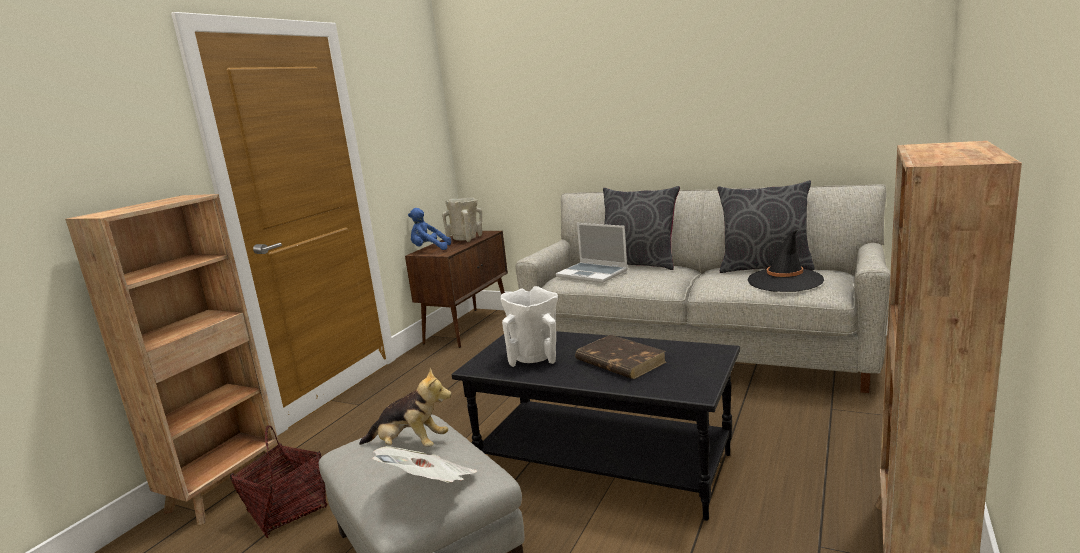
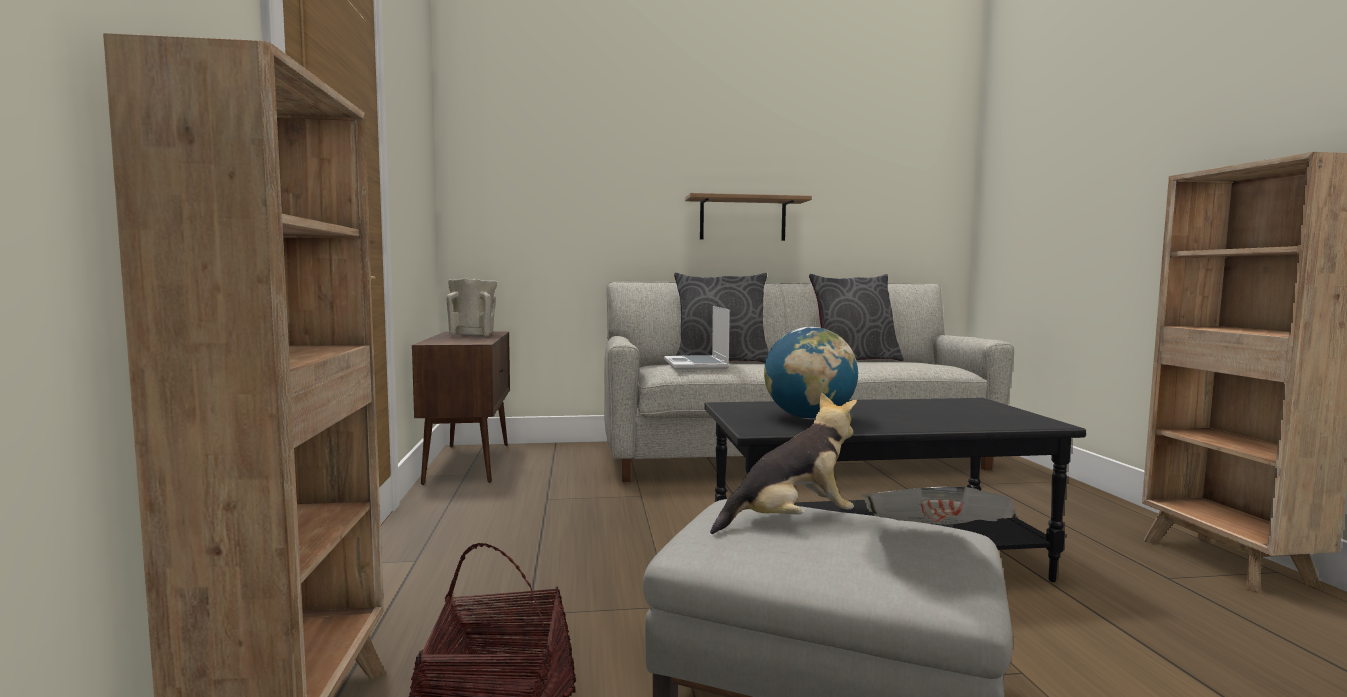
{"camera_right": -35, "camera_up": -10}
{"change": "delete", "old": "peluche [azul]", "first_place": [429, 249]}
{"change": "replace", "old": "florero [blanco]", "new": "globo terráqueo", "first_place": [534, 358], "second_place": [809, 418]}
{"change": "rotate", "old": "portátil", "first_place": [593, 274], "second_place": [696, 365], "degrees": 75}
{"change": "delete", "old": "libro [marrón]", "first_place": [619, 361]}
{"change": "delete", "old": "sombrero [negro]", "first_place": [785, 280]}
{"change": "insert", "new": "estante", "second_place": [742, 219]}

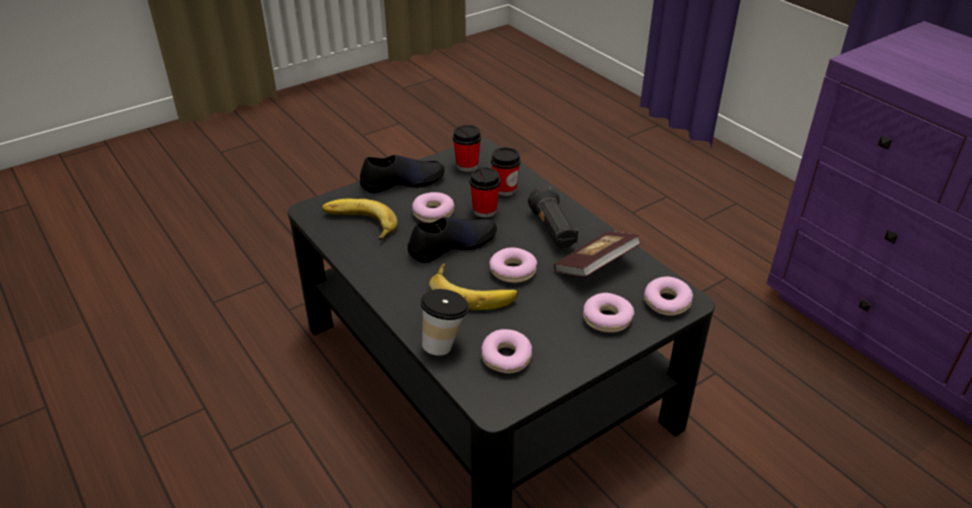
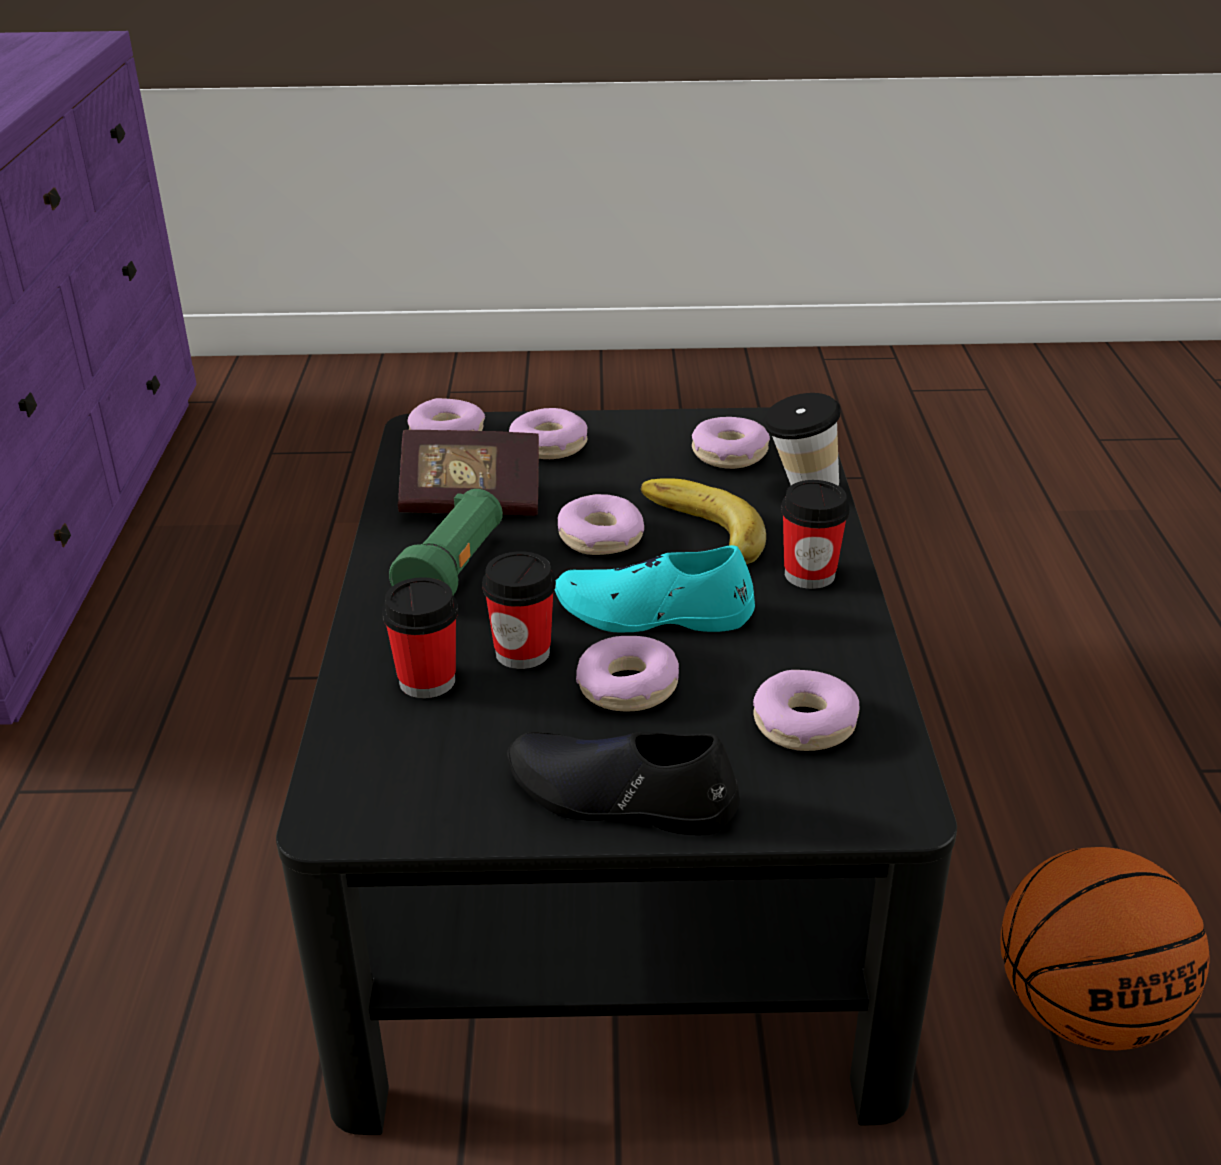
{"camera_right": -145, "camera_up": -5}
{"change": "replace", "old": "plátano", "new": "rosquilla", "first_place": [358, 225], "second_place": [805, 724]}
{"change": "recolor", "old": "zapato [negro]", "new": "zapato [turquesa]", "first_place": [452, 245], "second_place": [653, 613]}
{"change": "move", "old": "taza", "first_place": [467, 165], "second_place": [809, 574]}
{"change": "recolor", "old": "linterna [negro]", "new": "linterna [verde]", "first_place": [553, 230], "second_place": [454, 571]}
{"change": "insert", "new": "balón de baloncesto", "second_place": [1085, 1012]}

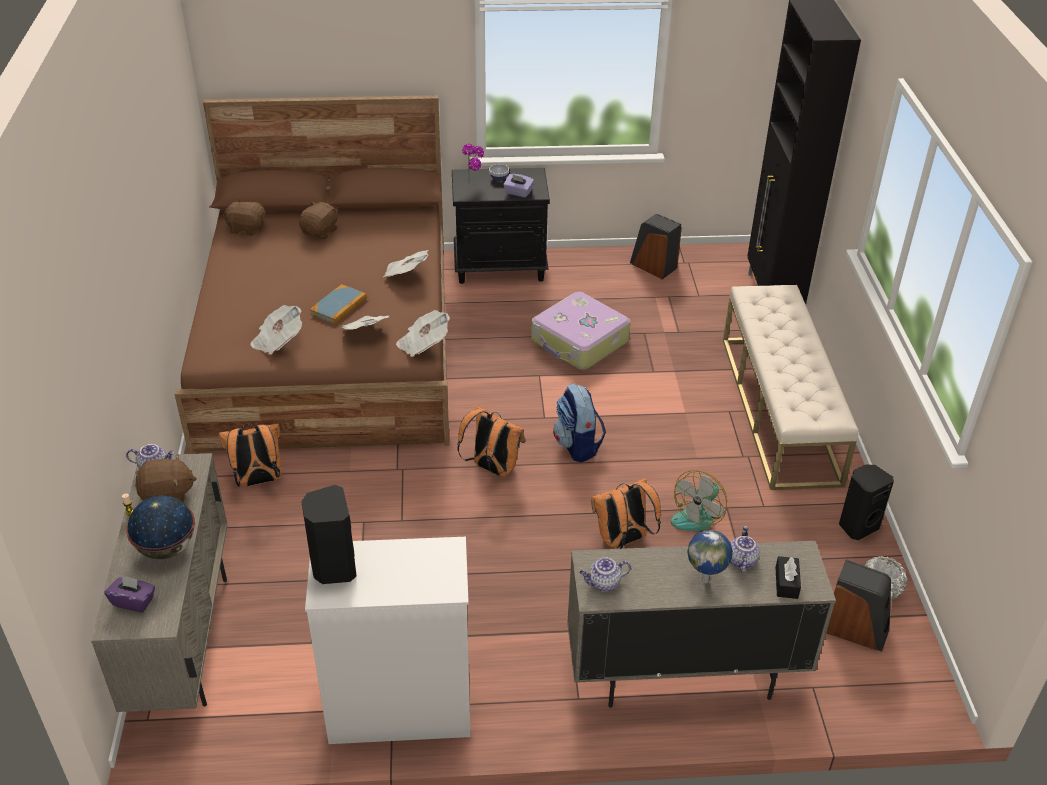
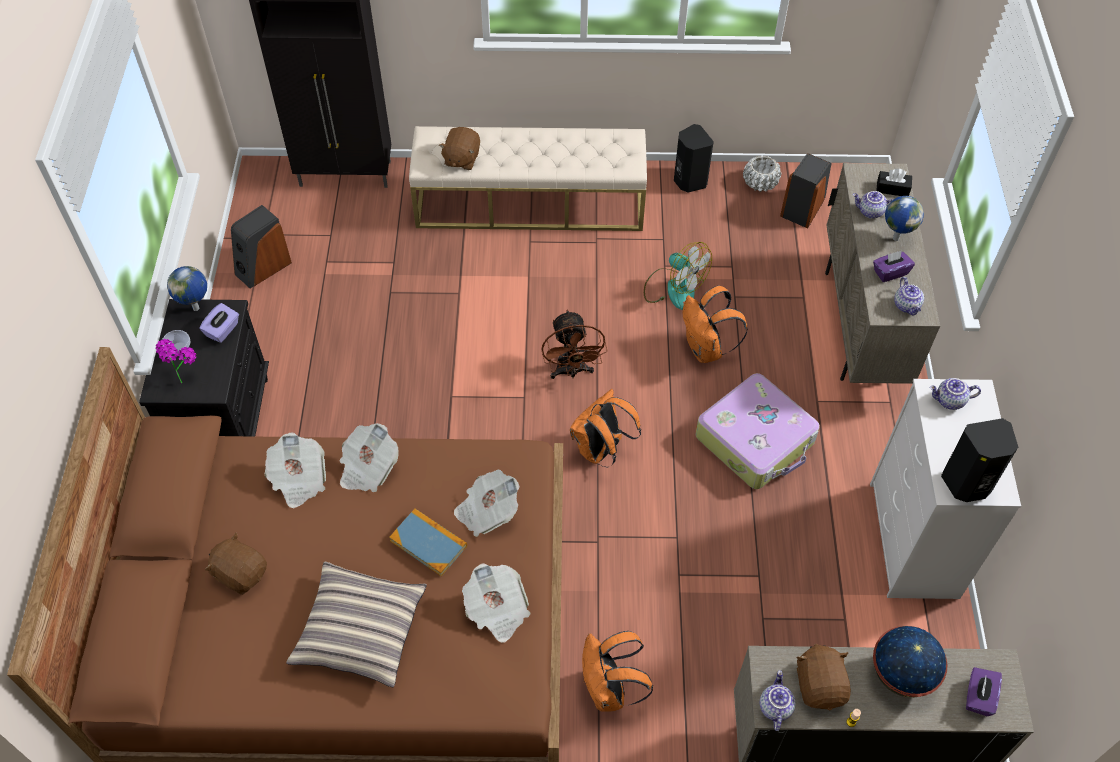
{"camera_right": -85, "camera_up": 15}
{"change": "move", "old": "peluche [marrón]", "first_place": [247, 228], "second_place": [461, 159]}
{"change": "move", "old": "periódico", "first_place": [423, 344], "second_place": [298, 479]}
{"change": "move", "old": "maleta", "first_place": [579, 342], "second_place": [756, 440]}
{"change": "replace", "old": "mochila", "new": "ventilador [marrón]", "first_place": [577, 445], "second_place": [571, 371]}
{"change": "insert", "new": "globo terráqueo", "second_place": [197, 308]}
{"change": "insert", "new": "cojín", "second_place": [360, 629]}
{"change": "insert", "new": "caja de pañuelos [morado]", "second_place": [890, 272]}
{"change": "insert", "new": "tetera", "second_place": [949, 401]}

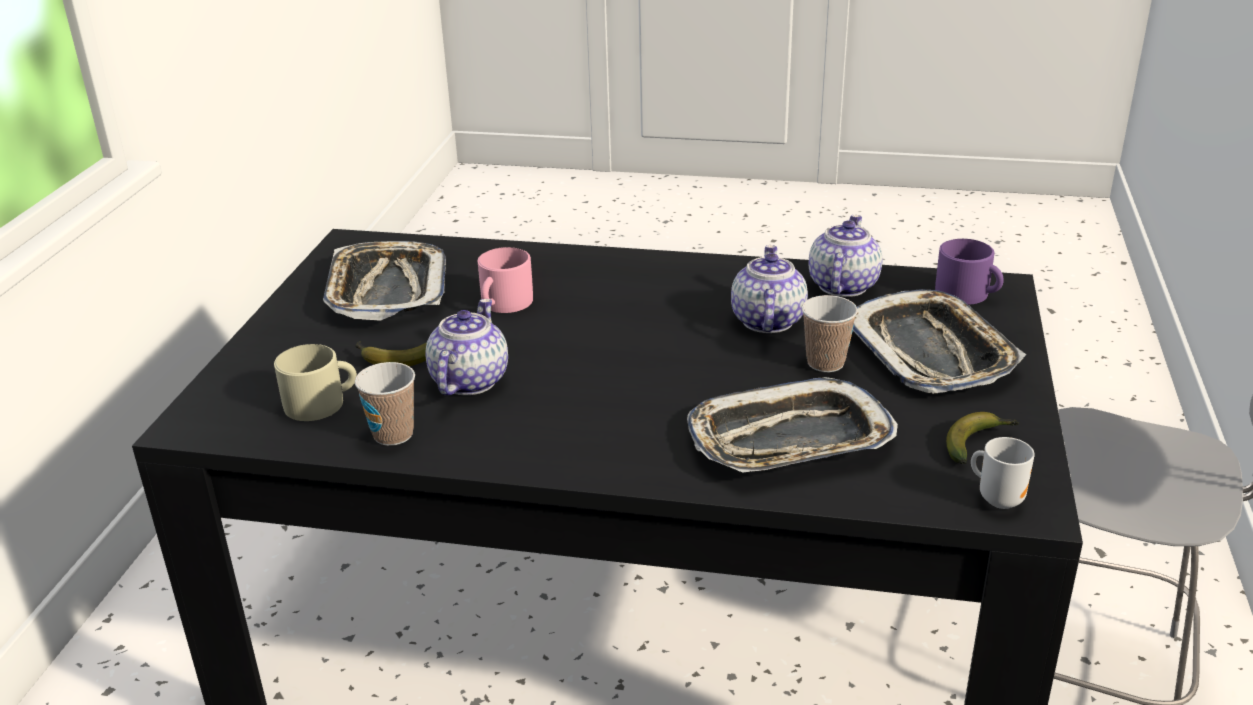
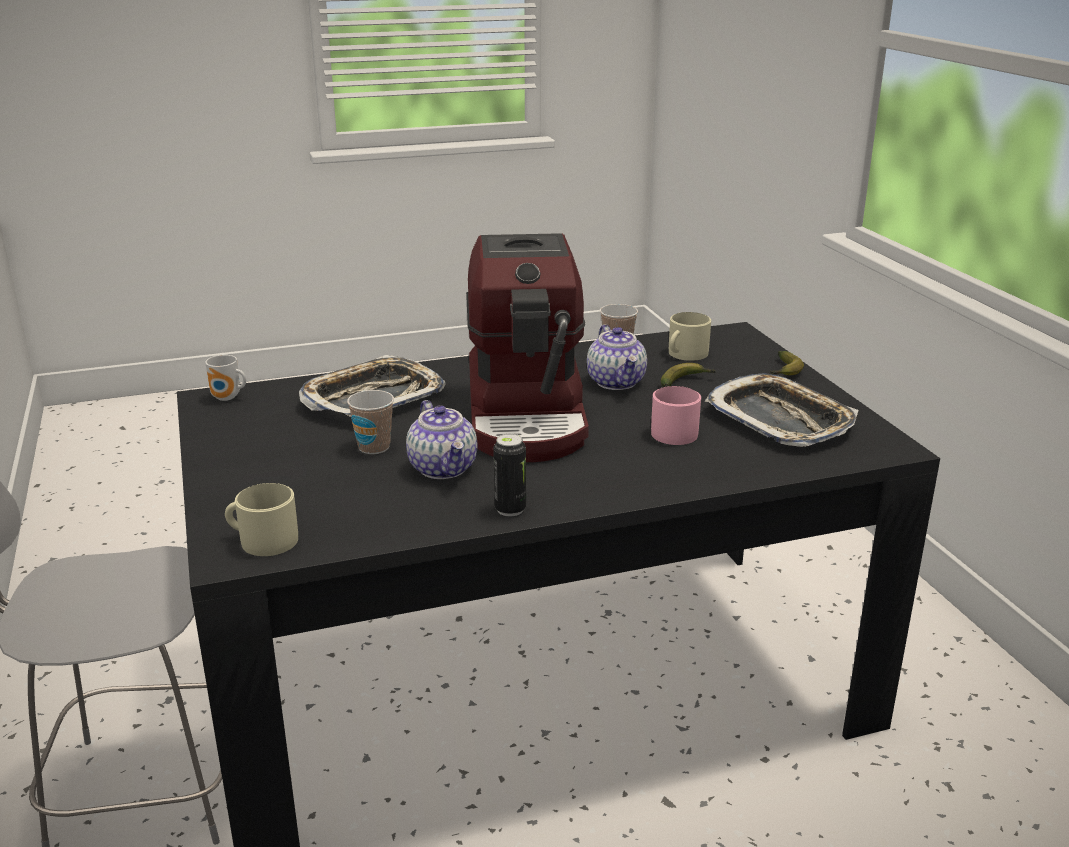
{"camera_right": 150, "camera_up": -5}
{"change": "delete", "old": "tetera", "first_place": [842, 285]}
{"change": "delete", "old": "bandeja", "first_place": [931, 352]}
{"change": "recolor", "old": "taza grande [morado]", "new": "taza grande [beis]", "first_place": [968, 294], "second_place": [262, 540]}
{"change": "move", "old": "plátano", "first_place": [978, 443], "second_place": [784, 371]}
{"change": "insert", "new": "cafetera", "second_place": [528, 417]}
{"change": "insert", "new": "lata", "second_place": [510, 509]}

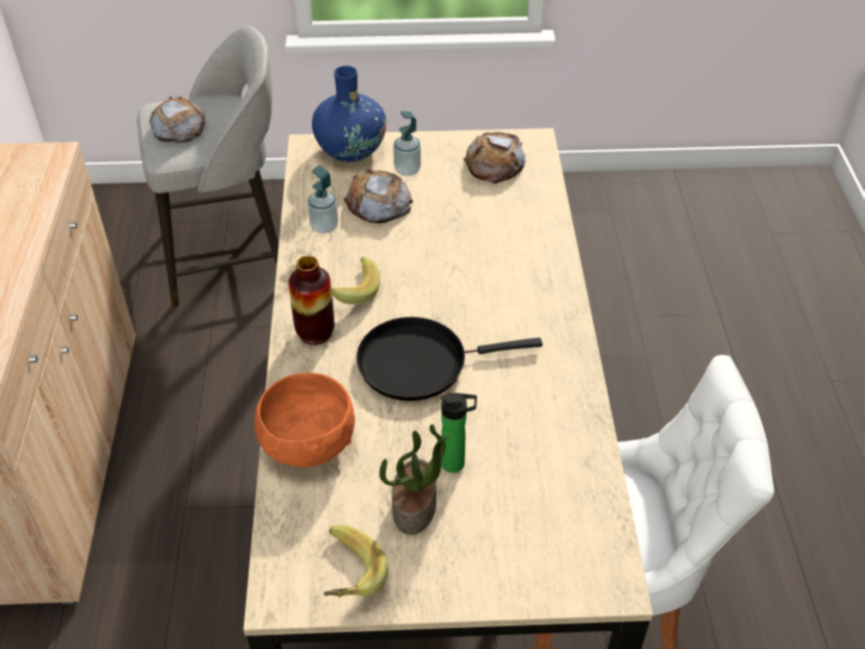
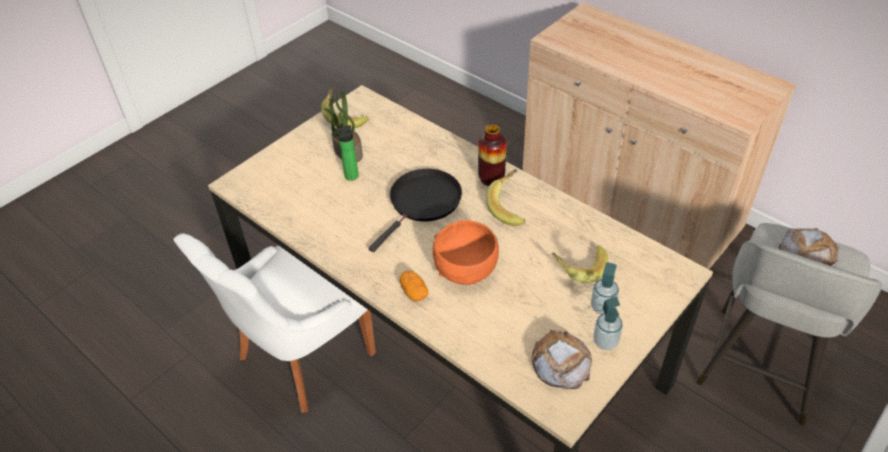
{"camera_right": 135, "camera_up": 0}
{"change": "move", "old": "cuenco [naranja]", "first_place": [307, 444], "second_place": [466, 269]}
{"change": "move", "old": "dispensador de jabón", "first_place": [324, 227], "second_place": [605, 341]}
{"change": "delete", "old": "florero [azul]", "first_place": [351, 150]}
{"change": "replace", "old": "pan", "new": "plátano", "first_place": [378, 203], "second_place": [578, 268]}
{"change": "insert", "new": "patata", "second_place": [414, 292]}

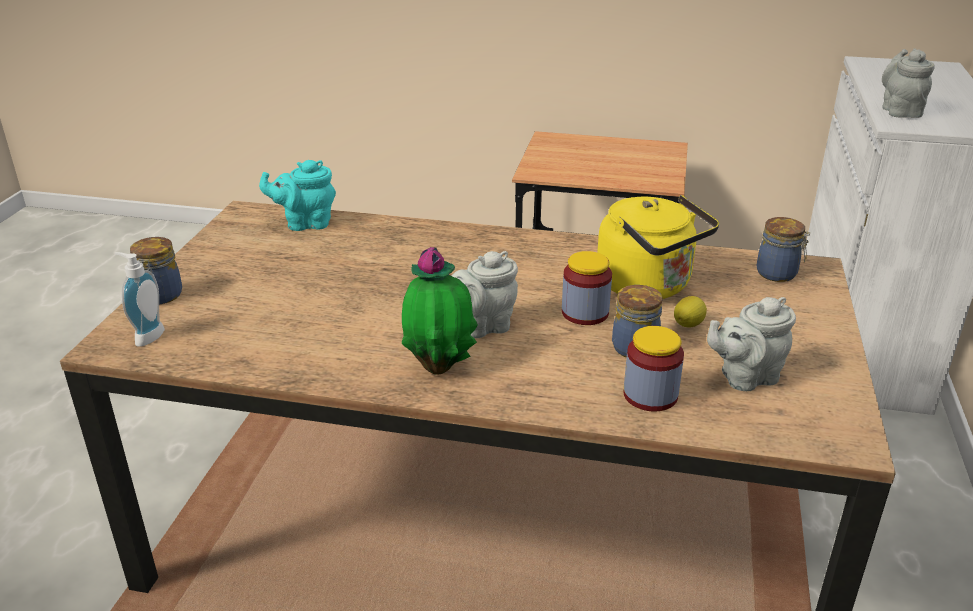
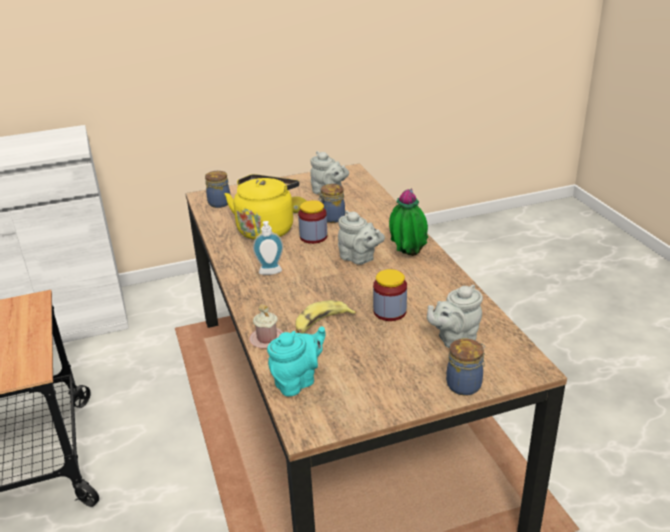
{"camera_right": -120, "camera_up": 0}
{"change": "move", "old": "dispensador de jabón", "first_place": [146, 336], "second_place": [270, 273]}
{"change": "rotate", "old": "tetera [turquesa]", "first_place": [305, 223], "second_place": [297, 381], "degrees": -90}
{"change": "move", "old": "tarro", "first_place": [650, 395], "second_place": [390, 312]}
{"change": "move", "old": "tetera [gris]", "first_place": [900, 111], "second_place": [454, 339]}
{"change": "insert", "new": "taza grande [rosa]", "second_place": [267, 339]}
{"change": "insert", "new": "plátano", "second_place": [321, 323]}

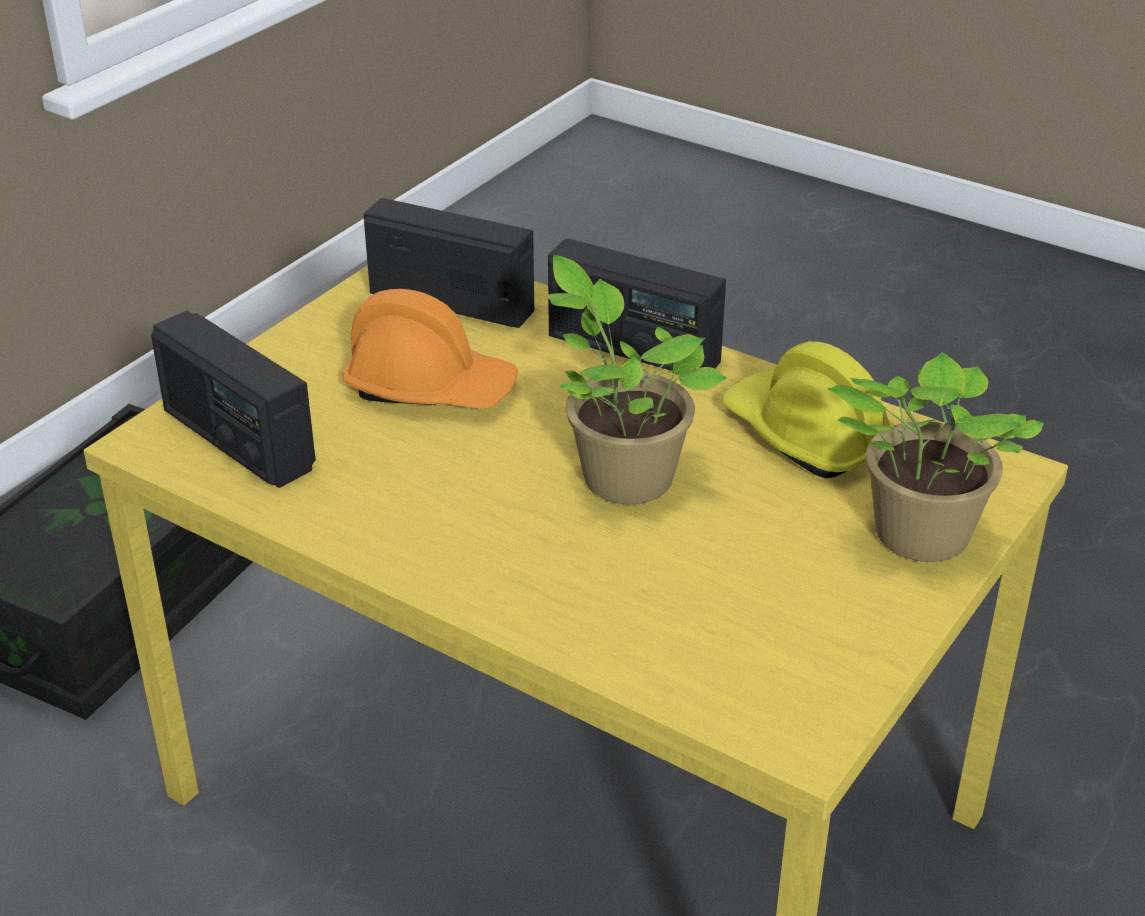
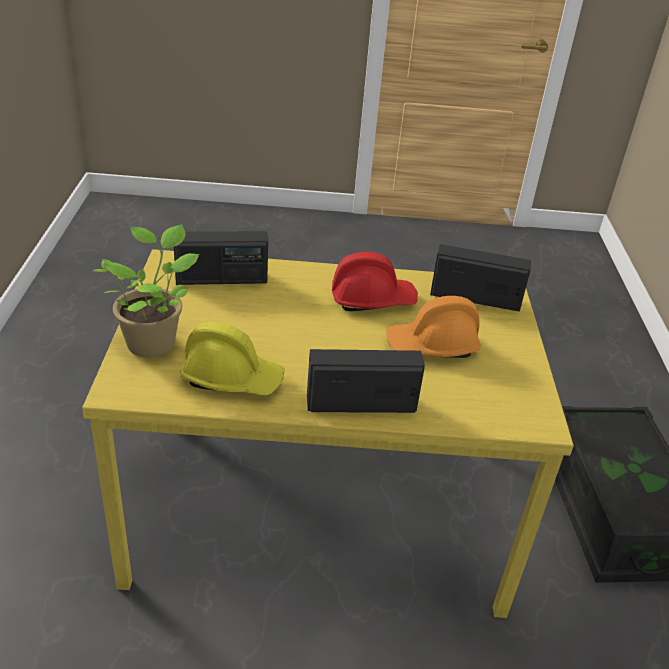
{"camera_right": 145, "camera_up": 0}
{"change": "move", "old": "radio", "first_place": [452, 301], "second_place": [221, 279]}
{"change": "delete", "old": "planta en maceta", "first_place": [622, 475]}
{"change": "insert", "new": "casco [rojo]", "second_place": [372, 299]}

